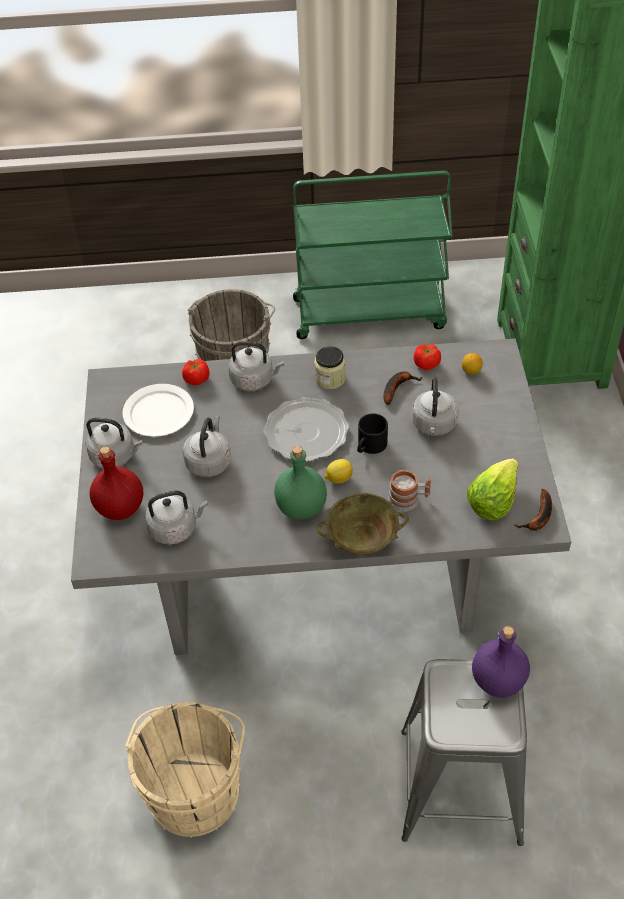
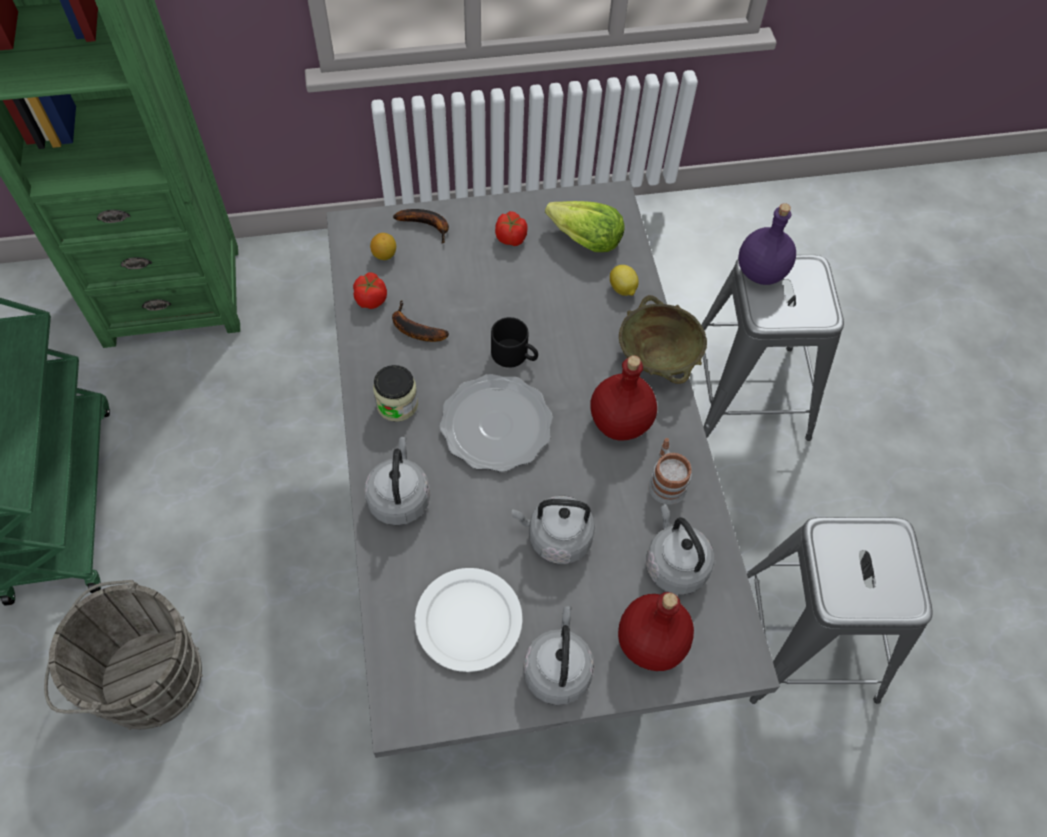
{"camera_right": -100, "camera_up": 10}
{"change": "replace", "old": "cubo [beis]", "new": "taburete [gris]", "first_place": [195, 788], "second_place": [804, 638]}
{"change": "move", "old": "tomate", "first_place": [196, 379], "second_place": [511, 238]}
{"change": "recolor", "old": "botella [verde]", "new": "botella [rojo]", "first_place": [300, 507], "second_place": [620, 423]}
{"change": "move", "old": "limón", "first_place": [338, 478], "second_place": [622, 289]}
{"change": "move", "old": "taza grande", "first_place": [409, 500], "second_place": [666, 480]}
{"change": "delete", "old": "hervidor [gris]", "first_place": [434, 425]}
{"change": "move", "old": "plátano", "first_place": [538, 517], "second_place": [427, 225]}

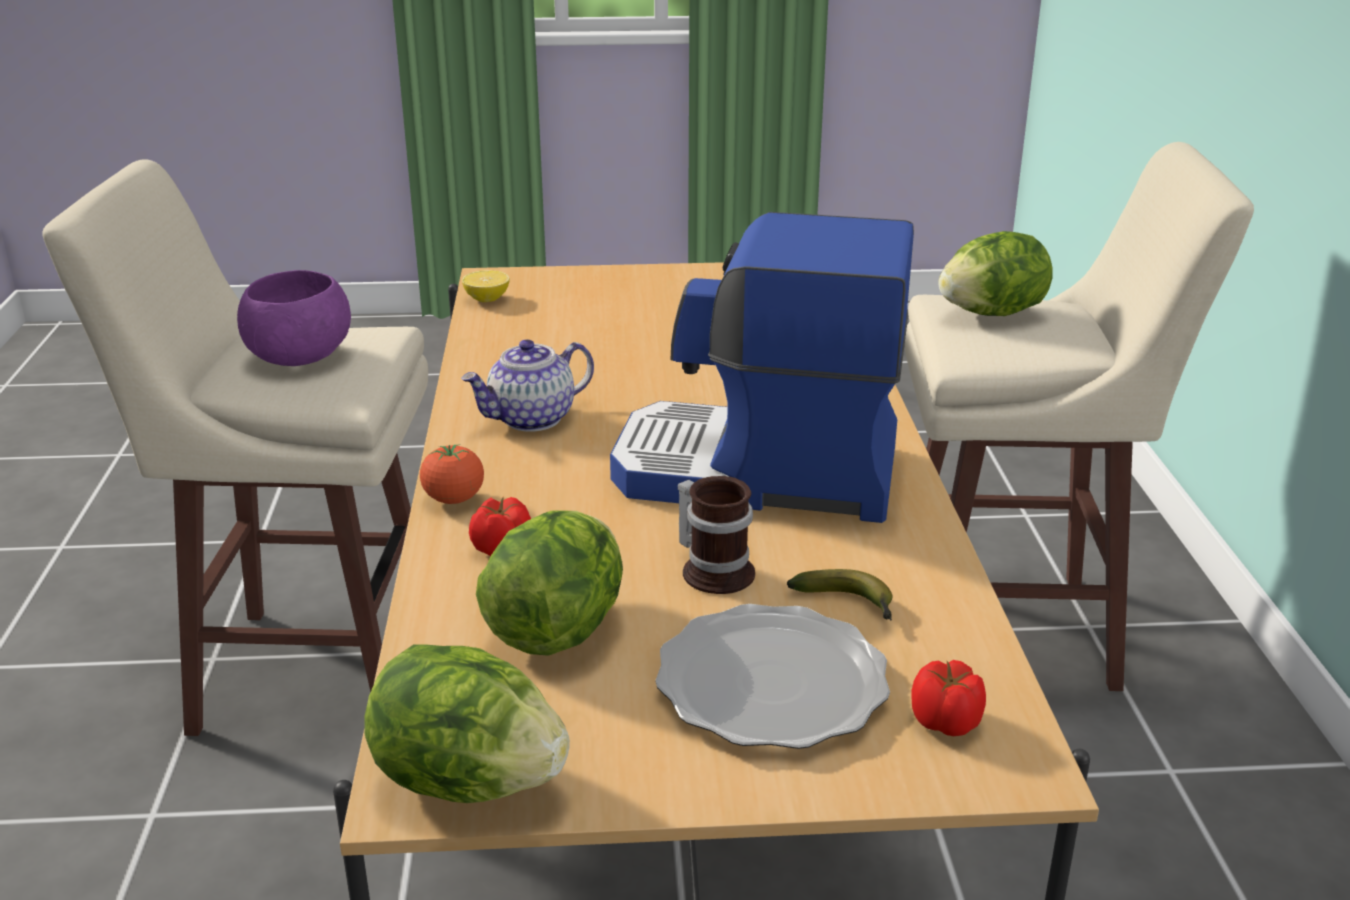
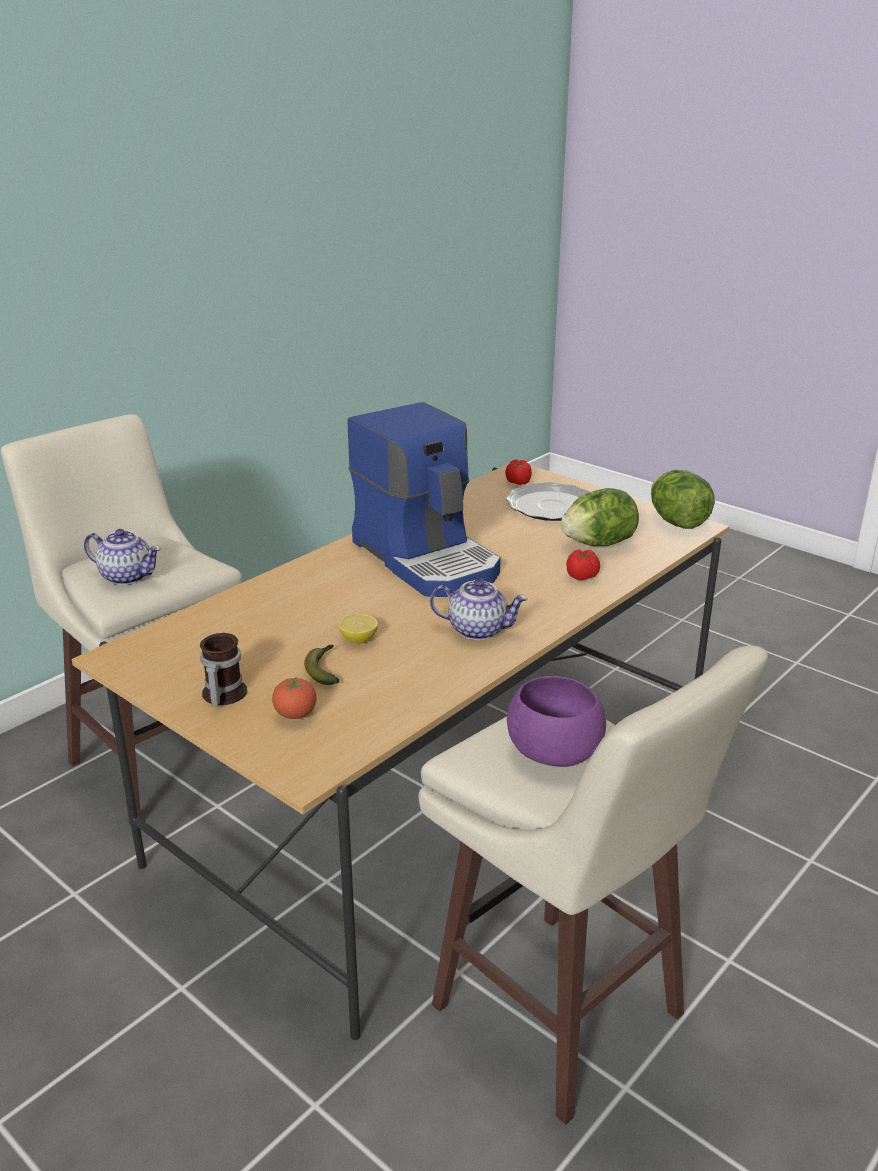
{"camera_right": -135, "camera_up": 0}
{"change": "move", "old": "tomate", "first_place": [454, 499], "second_place": [295, 715]}
{"change": "move", "old": "limón", "first_place": [487, 299], "second_place": [358, 639]}
{"change": "move", "old": "taza grande", "first_place": [715, 569], "second_place": [221, 695]}
{"change": "move", "old": "plátano", "first_place": [849, 605], "second_place": [324, 669]}
{"change": "replace", "old": "lechuga", "new": "tetera", "first_place": [991, 313], "second_place": [127, 576]}

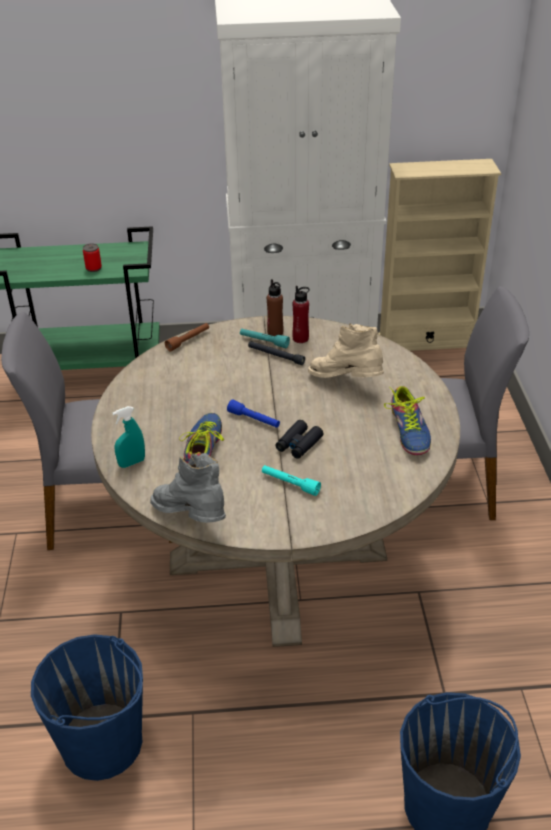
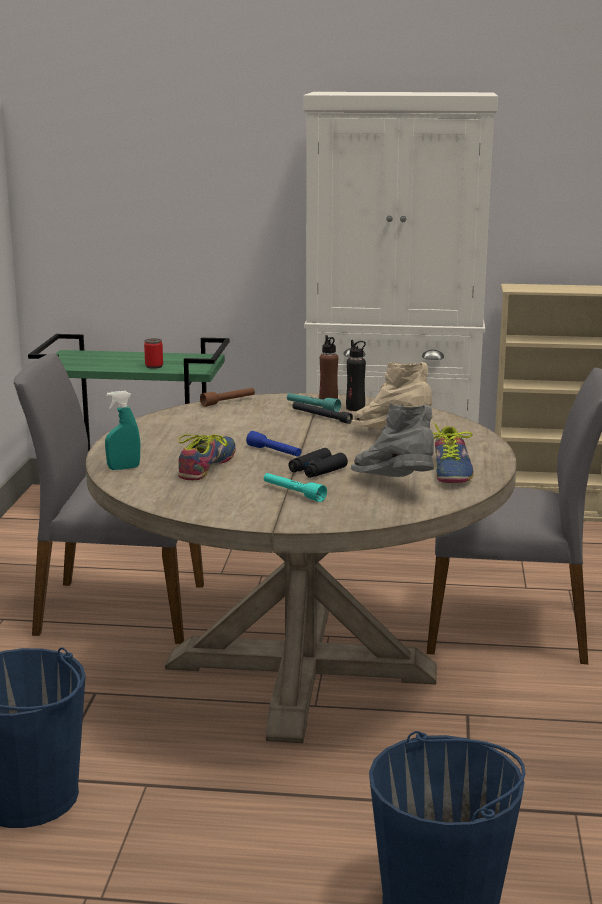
{"camera_right": 10, "camera_up": -20}
{"change": "move", "old": "bota [gris]", "first_place": [192, 519], "second_place": [394, 487]}
{"change": "recolor", "old": "botella [rojo]", "new": "botella [negro]", "first_place": [300, 338], "second_place": [355, 408]}

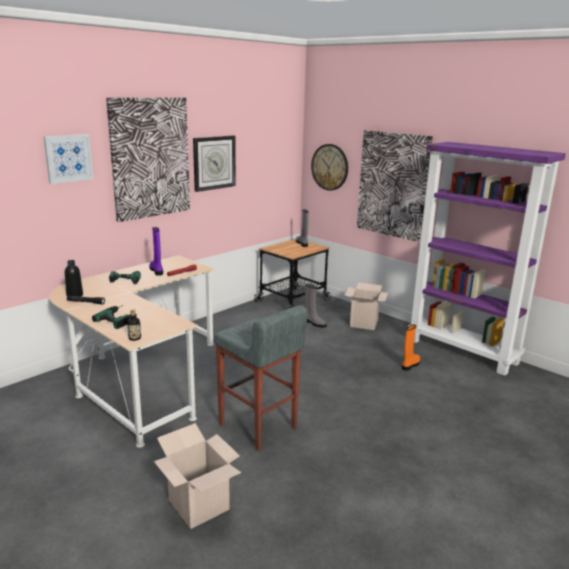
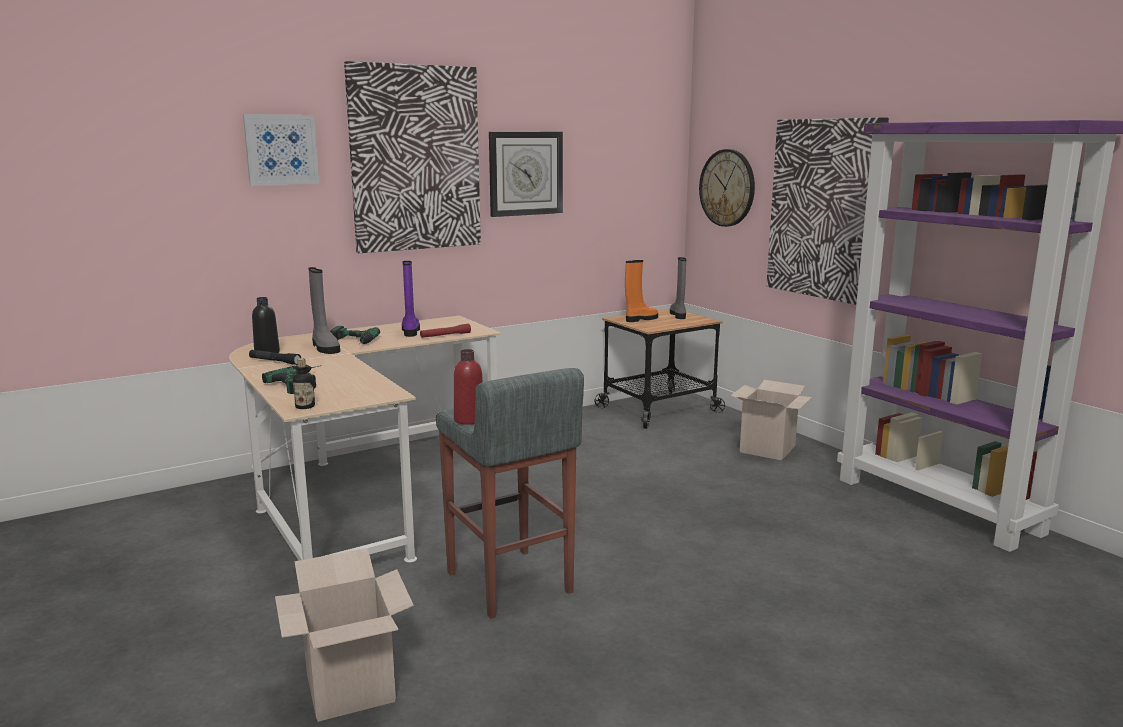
{"camera_right": 15, "camera_up": -5}
{"change": "move", "old": "bota [gris]", "first_place": [314, 323], "second_place": [324, 348]}
{"change": "move", "old": "bota [naranja]", "first_place": [410, 365], "second_place": [640, 319]}
{"change": "insert", "new": "botella [rojo]", "second_place": [469, 420]}

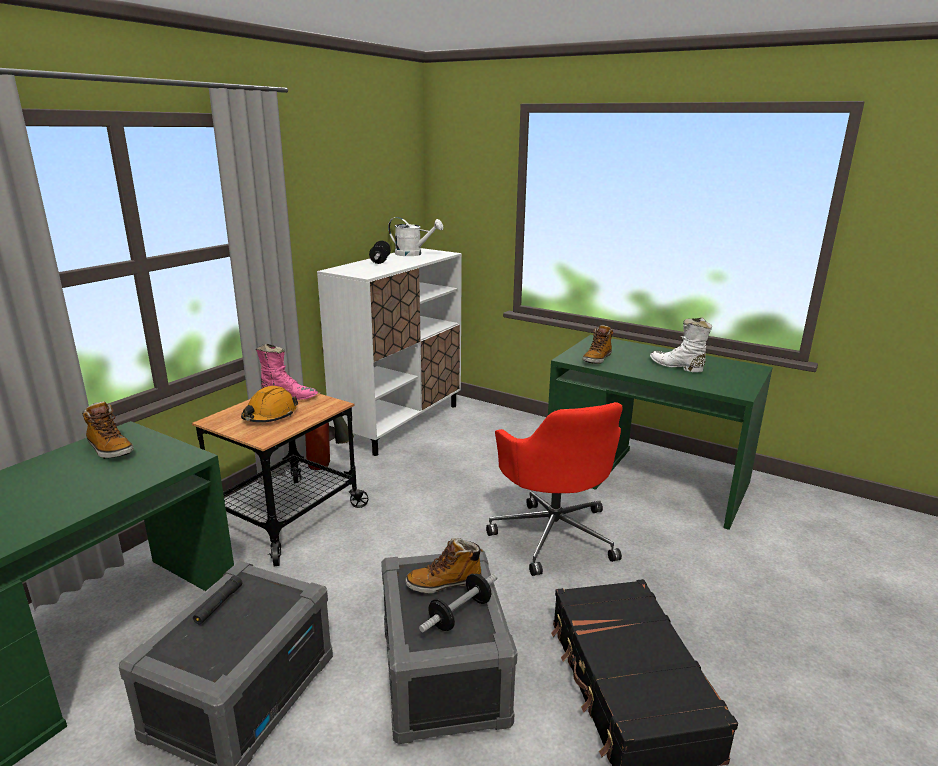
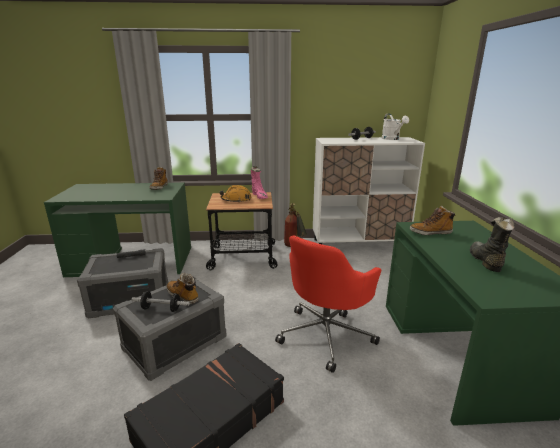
{"camera_right": 55, "camera_up": 0}
{"change": "recolor", "old": "bota [blanco]", "new": "bota [negro]", "first_place": [676, 366], "second_place": [484, 260]}

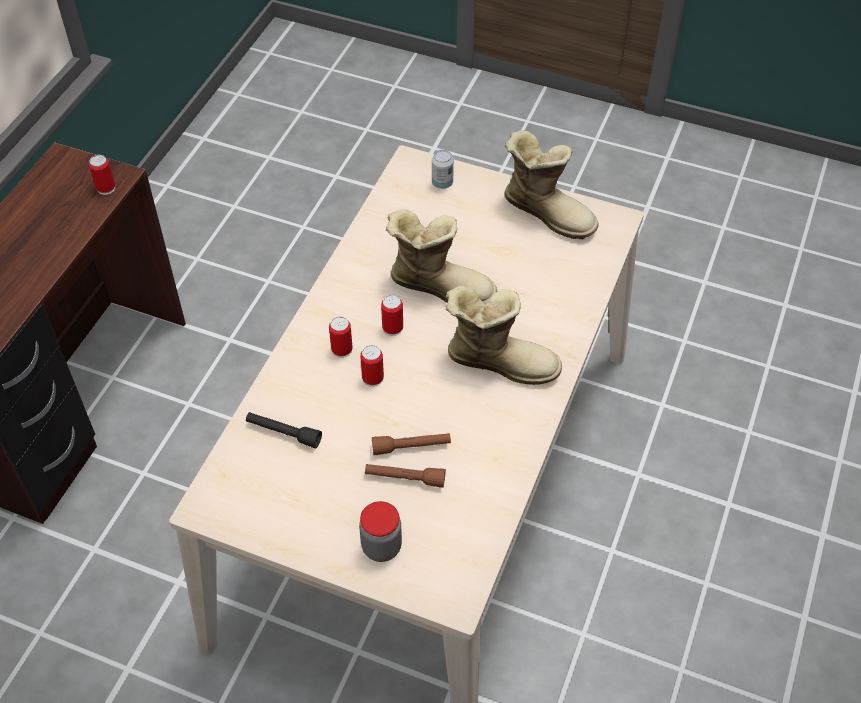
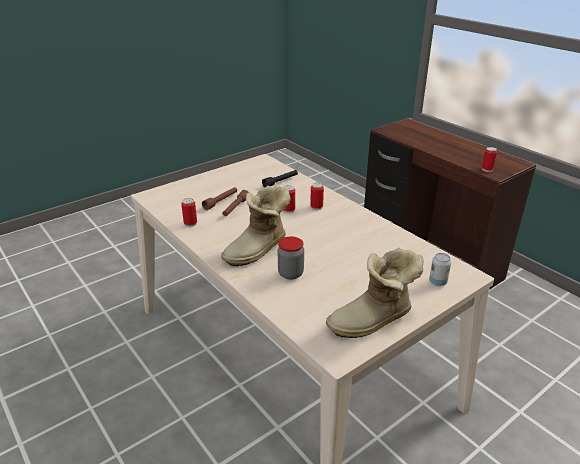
{"camera_right": 120, "camera_up": -20}
{"change": "move", "old": "tarro", "first_place": [381, 547], "second_place": [290, 273]}
{"change": "move", "old": "lata", "first_place": [392, 328], "second_place": [190, 223]}
{"change": "delete", "old": "bota", "first_place": [440, 285]}

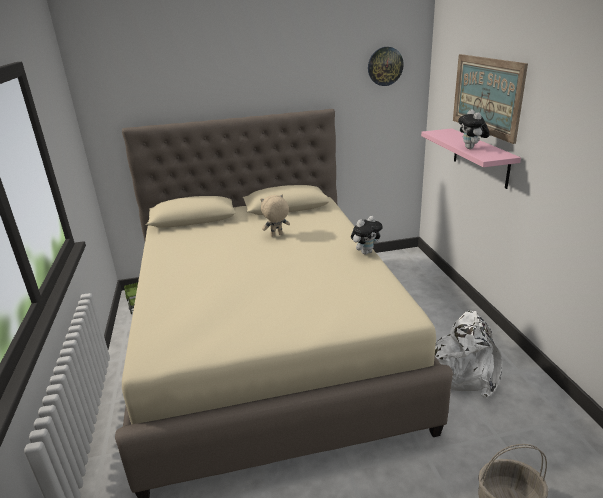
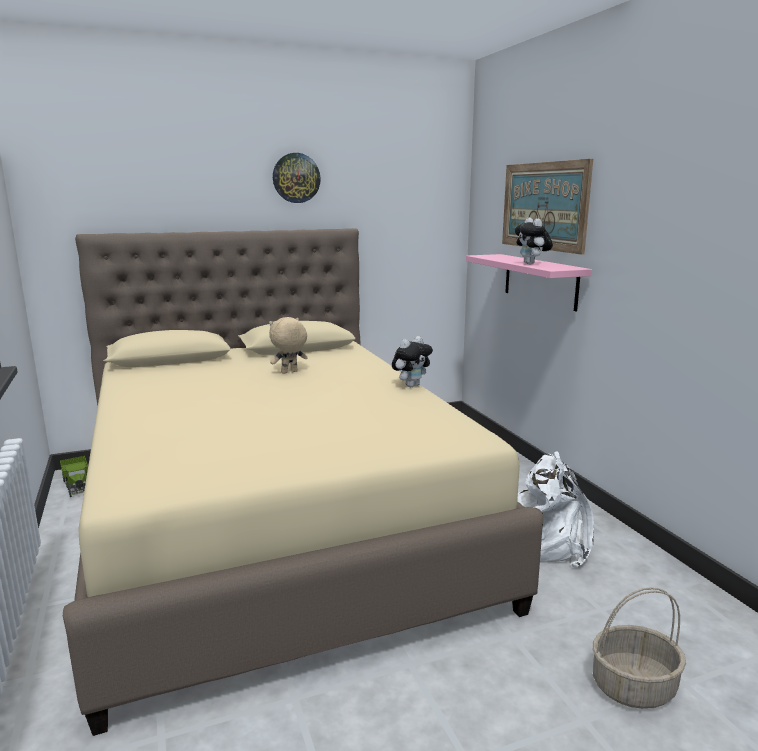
{"camera_right": -10, "camera_up": -10}
{"change": "move", "old": "reloj de pared", "first_place": [385, 66], "second_place": [296, 178]}

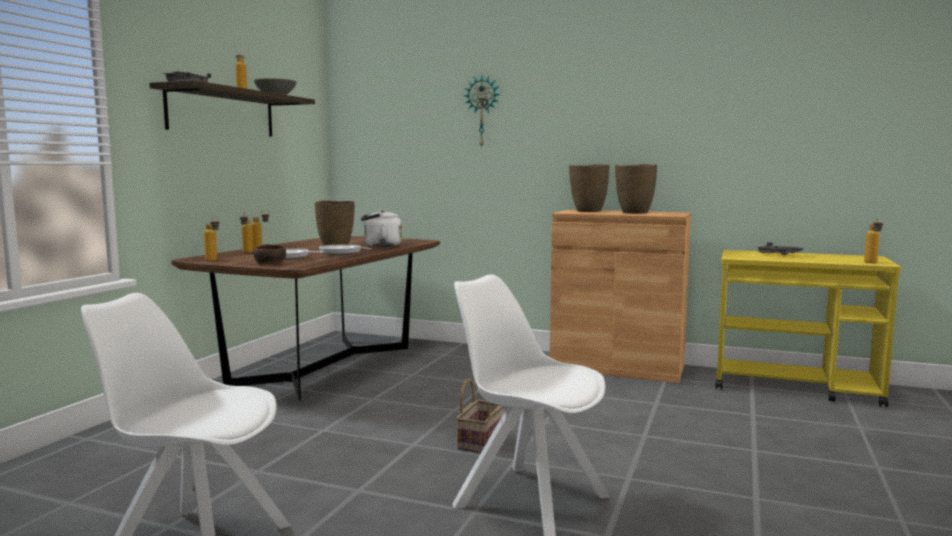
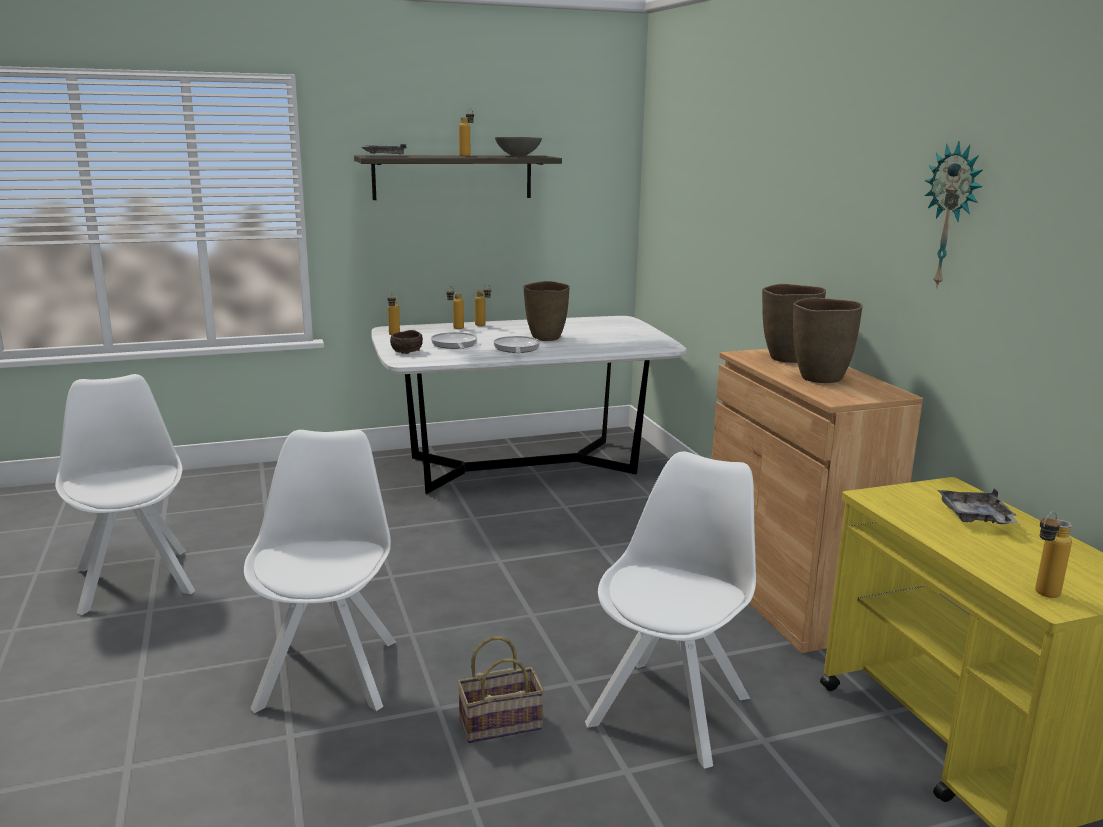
{"camera_right": 50, "camera_up": 10}
{"change": "recolor", "old": "mesa de comedor [marrón]", "new": "mesa de comedor [blanco]", "first_place": [325, 366], "second_place": [523, 466]}
{"change": "delete", "old": "hervidor [blanco]", "first_place": [380, 245]}
{"change": "move", "old": "cesta", "first_place": [480, 441], "second_place": [502, 722]}
{"change": "move", "old": "reloj de pared", "first_place": [482, 111], "second_place": [952, 216]}
{"change": "insert", "new": "silla [blanco]", "second_place": [672, 708]}

